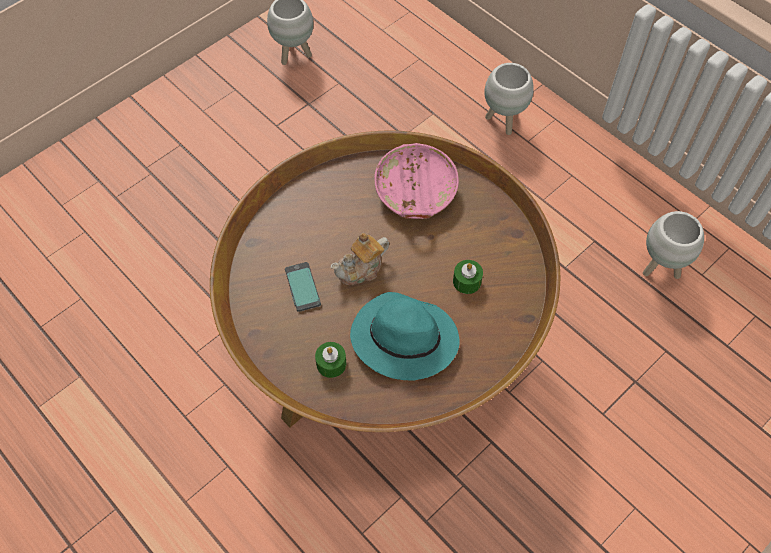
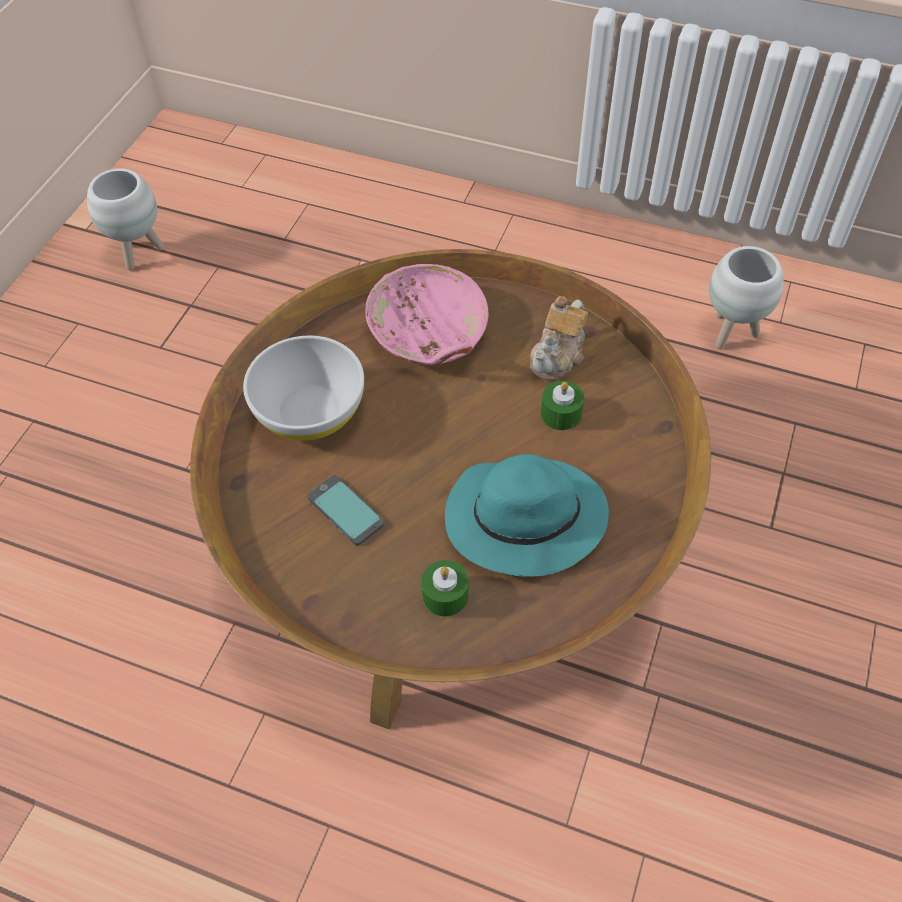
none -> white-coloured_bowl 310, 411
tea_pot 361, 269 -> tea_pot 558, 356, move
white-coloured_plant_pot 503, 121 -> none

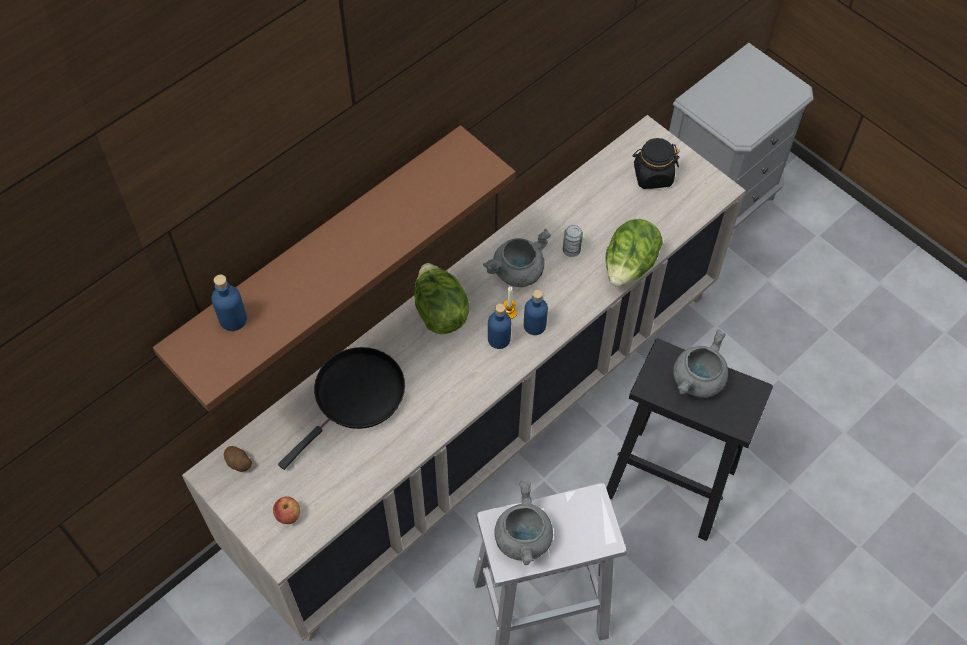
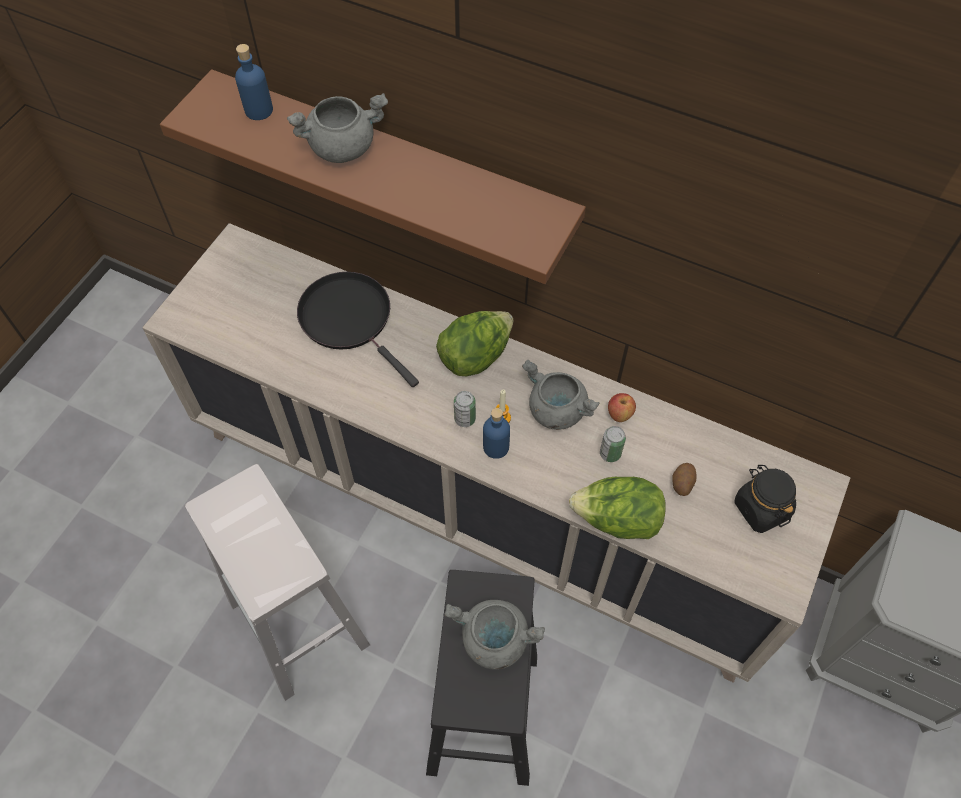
gray_saucepot 522, 538 -> gray_saucepot 343, 147, move
black-coloured_skillet 355, 397 -> black-coloured_skillet 350, 319, 150 degrees counterclockwise
blue-coloured_beverage_bottle 499, 339 -> metal_can 465, 419
apple_fruit 288, 515 -> apple_fruit 619, 414, move
whole_potato 238, 463 -> whole_potato 682, 483, move

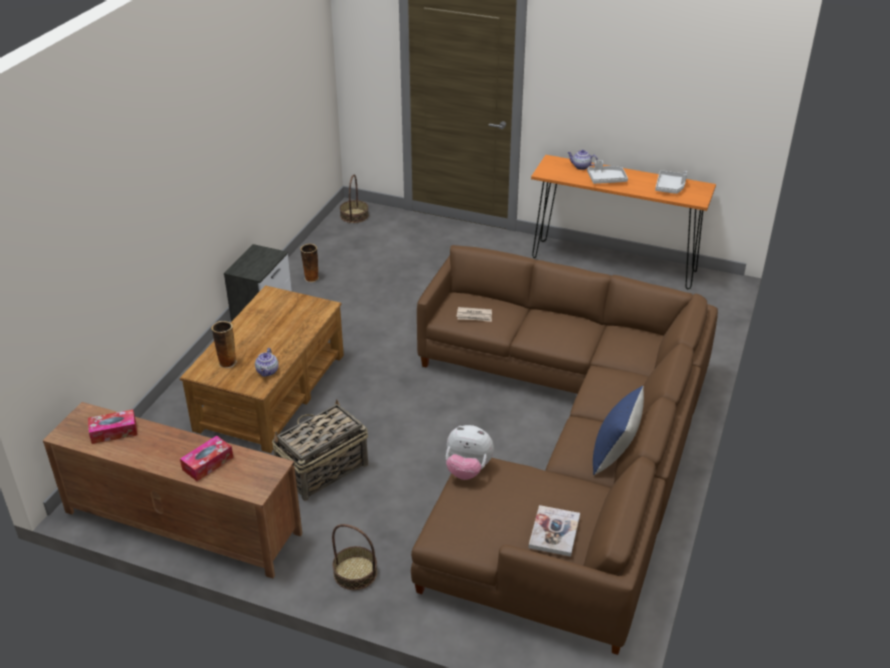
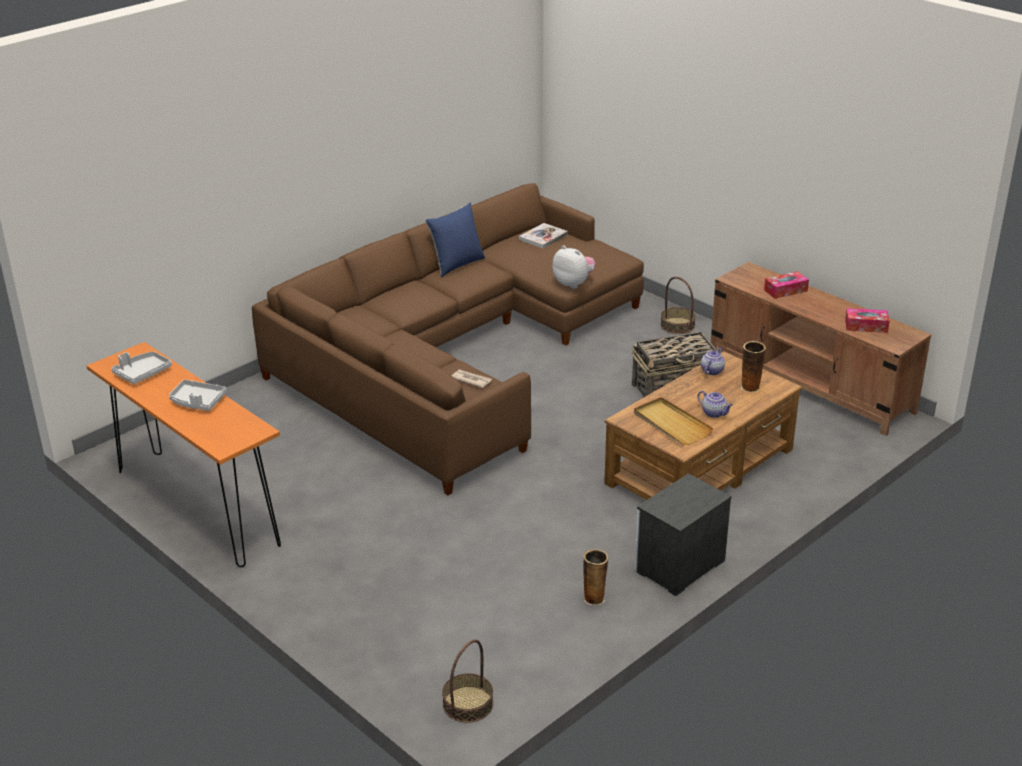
none -> beige_serving_tray 671, 424
tea_pot 581, 167 -> tea_pot 714, 413, move

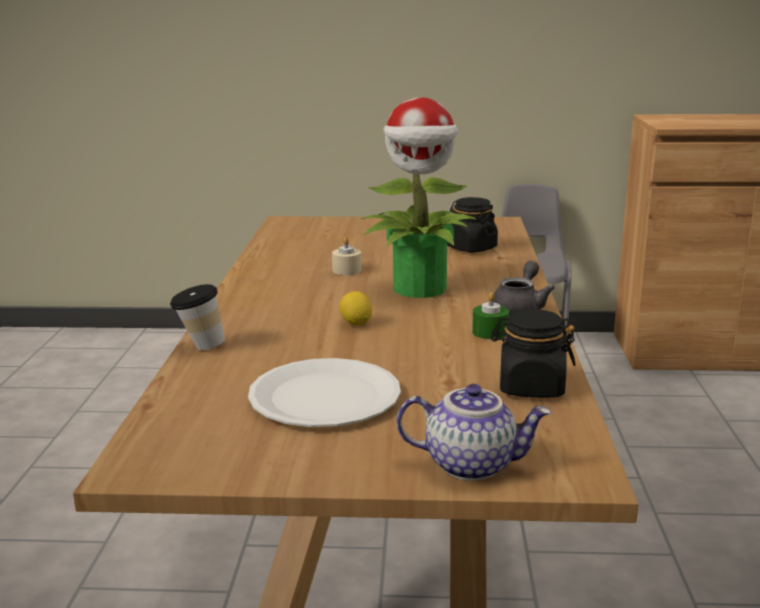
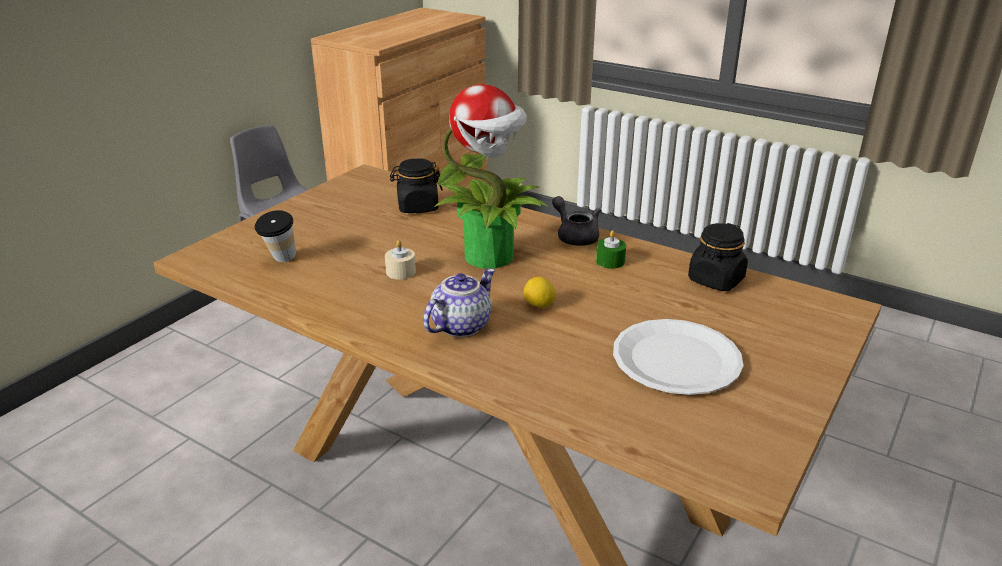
small_cup 200, 347 -> small_cup 280, 260, move
tea_pot 471, 464 -> tea_pot 460, 325, move

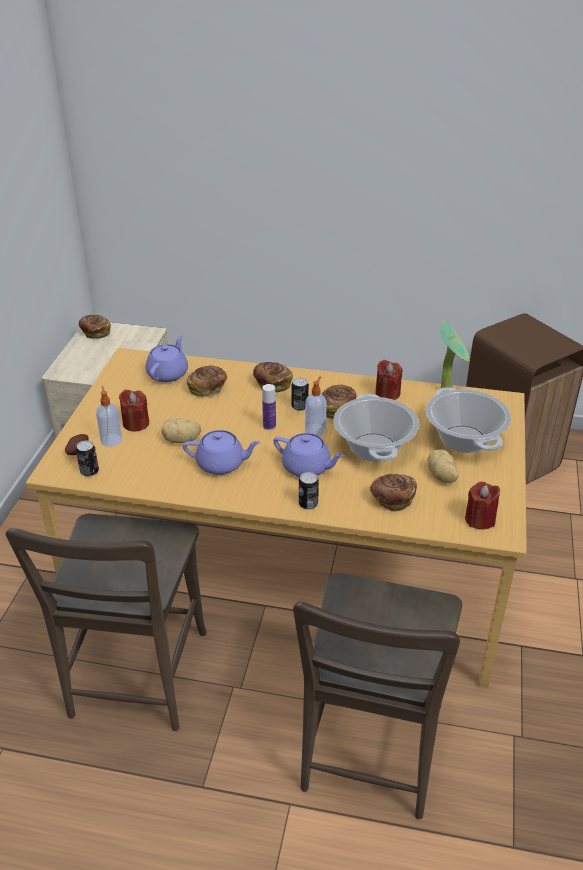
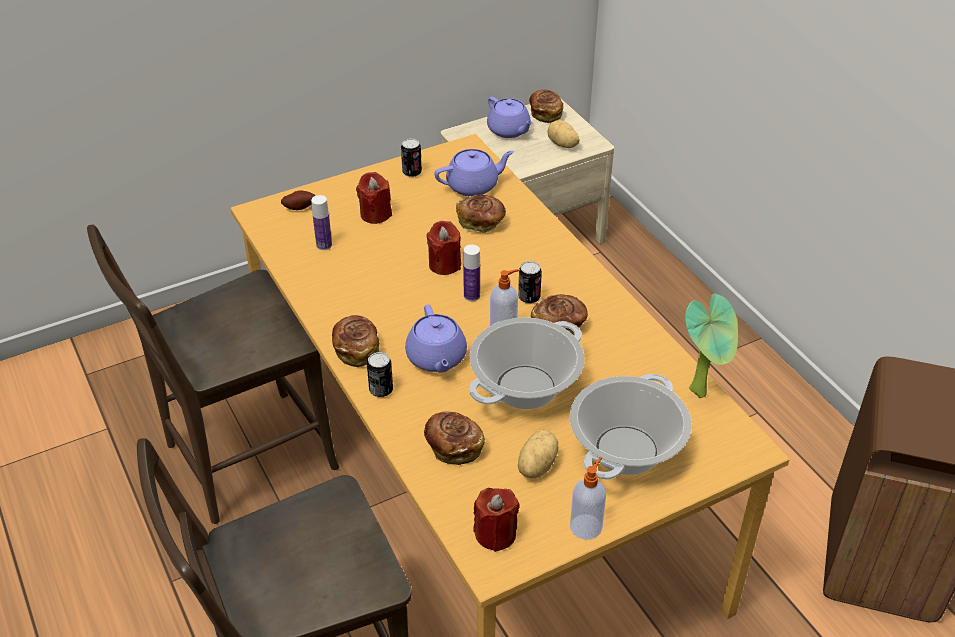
none -> beverage_bottle 324, 245
bread 272, 384 -> bread 356, 350, move
metal_can 89, 471 -> metal_can 412, 172, move
red_candle 387, 393 -> red_candle 444, 264, move
purple_tea_pot 222, 464 -> purple_tea_pot 509, 130, move
whole_potato 182, 440 -> whole_potato 562, 144, move
soap_bottle 111, 440 -> soap_bottle 586, 526, move

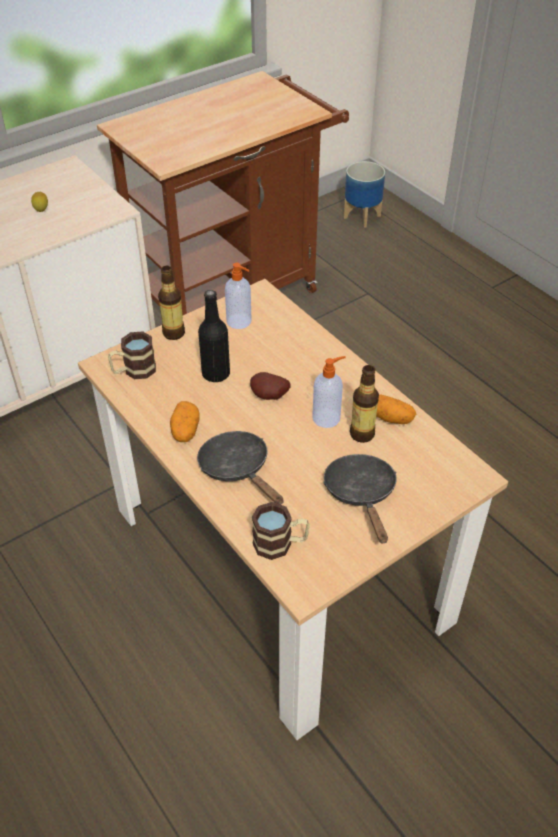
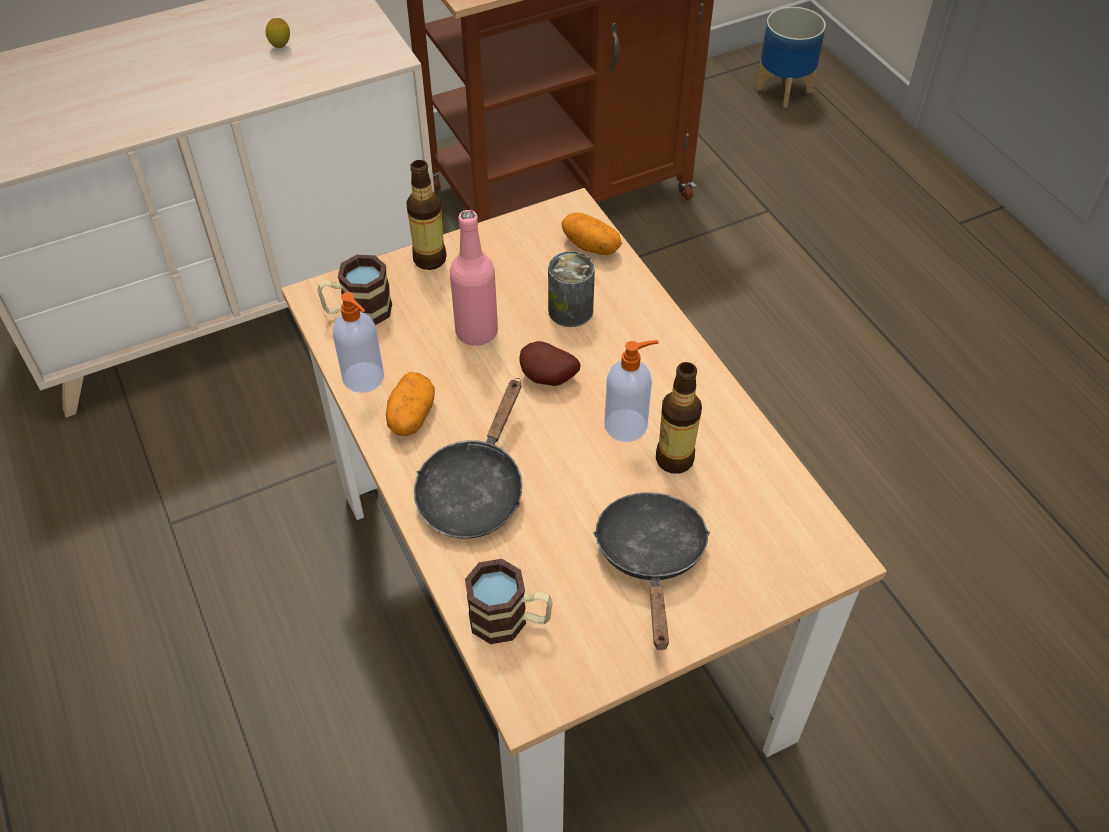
soap_bottle 239, 321 -> soap_bottle 364, 378, move
black-coloured_skillet 238, 469 -> black-coloured_skillet 474, 489, 135 degrees counterclockwise
black-coloured_beverage_bottle 216, 374 -> pink_beverage_bottle 476, 332
none -> metal_can 570, 310
whole_potato 390, 417 -> whole_potato 591, 246, move

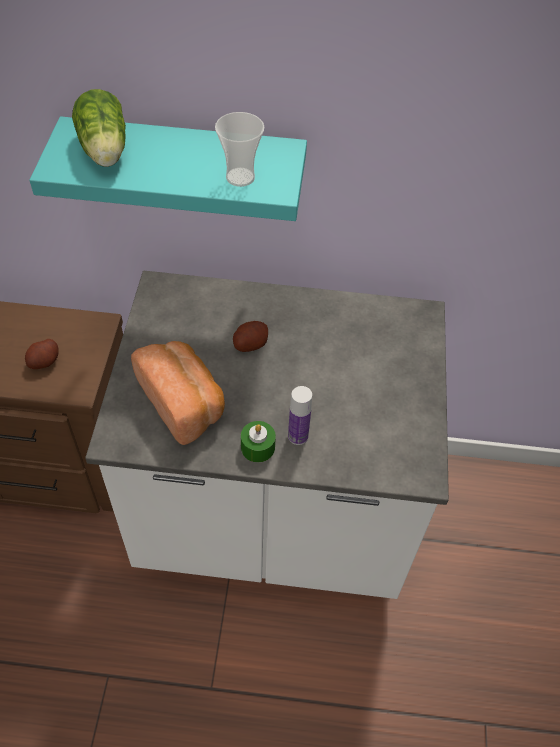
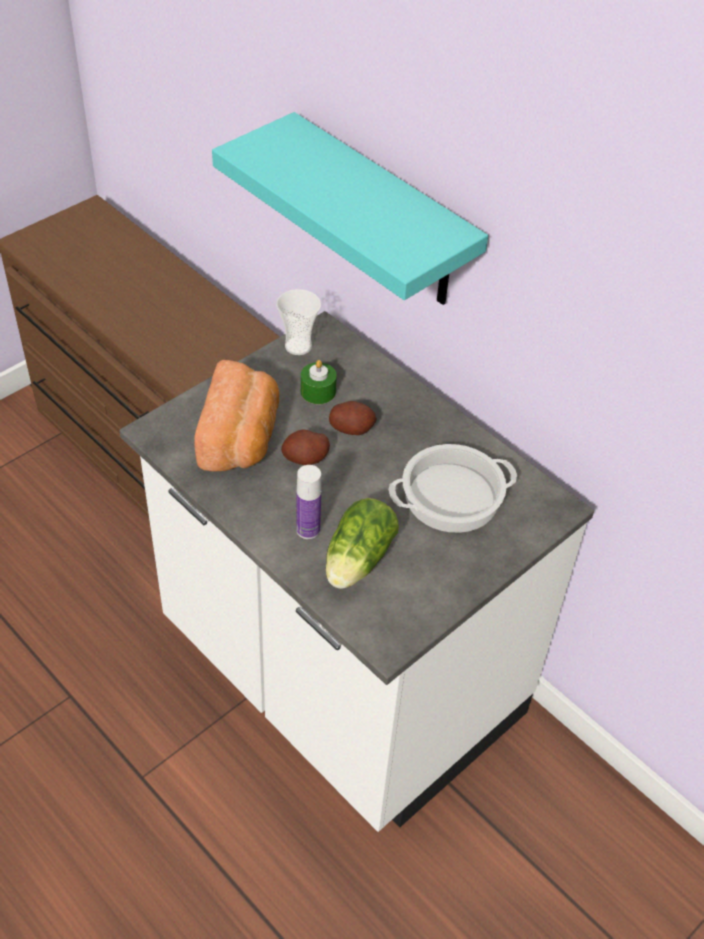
small_cup 240, 177 -> small_cup 298, 346, move
whole_potato 44, 361 -> whole_potato 305, 458, move
greenish_candle 258, 447 -> greenish_candle 318, 391, move
lettuce 105, 151 -> lettuce 356, 562, move
none -> saucepot 452, 495

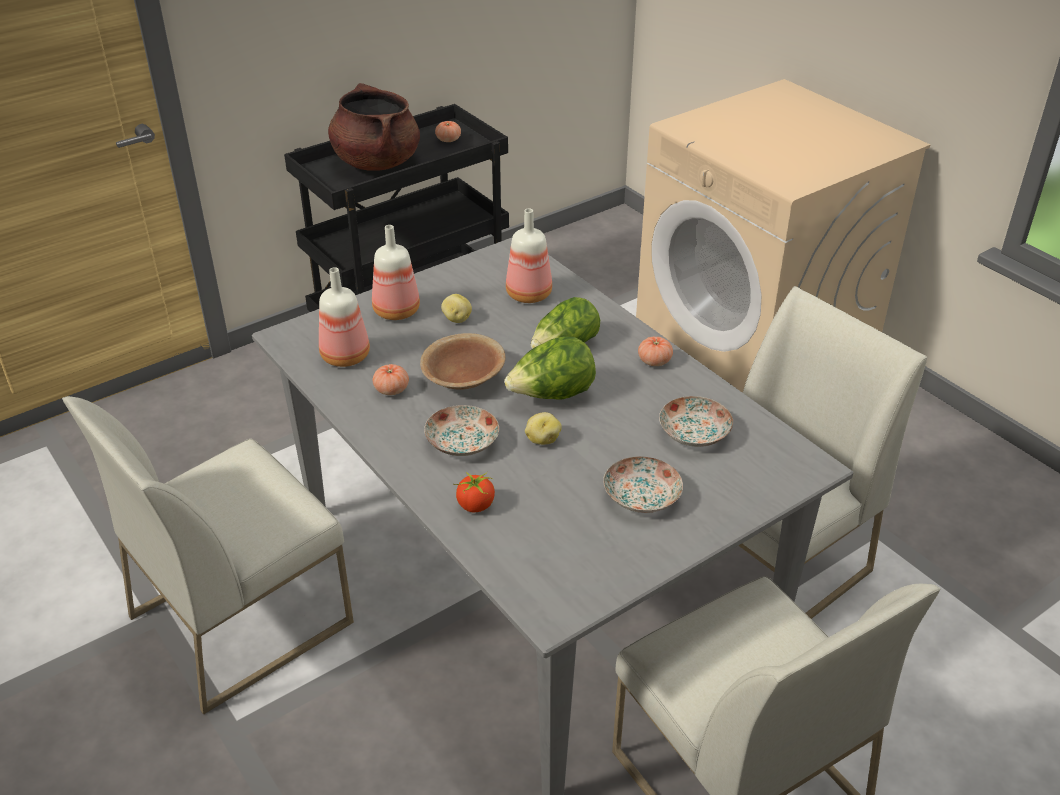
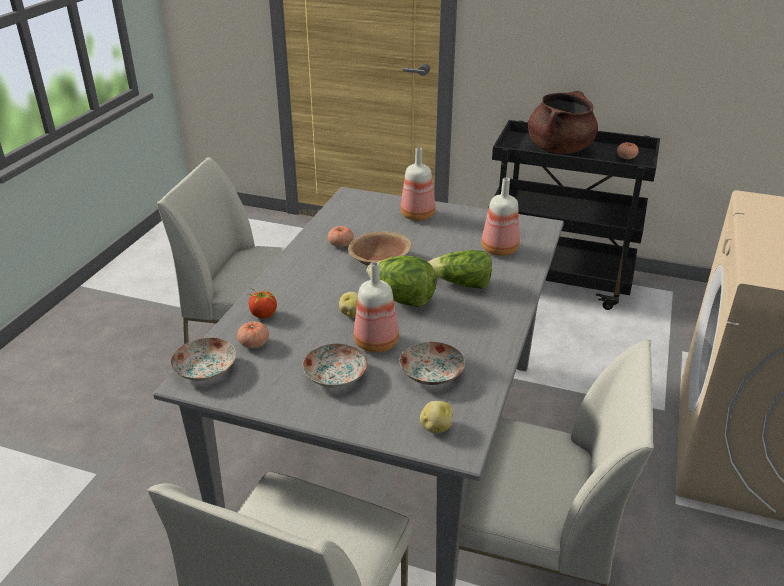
dinner_plate 461, 443 -> dinner_plate 205, 369, move
fresh_tomato 654, 361 -> fresh_tomato 254, 343, move
beverage_bottle 346, 355 -> beverage_bottle 377, 342, move
whole_potato 456, 319 -> whole_potato 436, 427, move

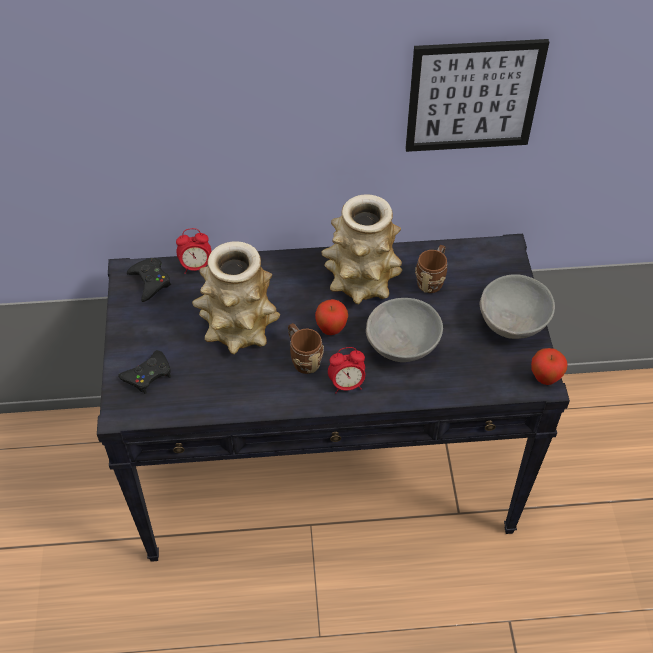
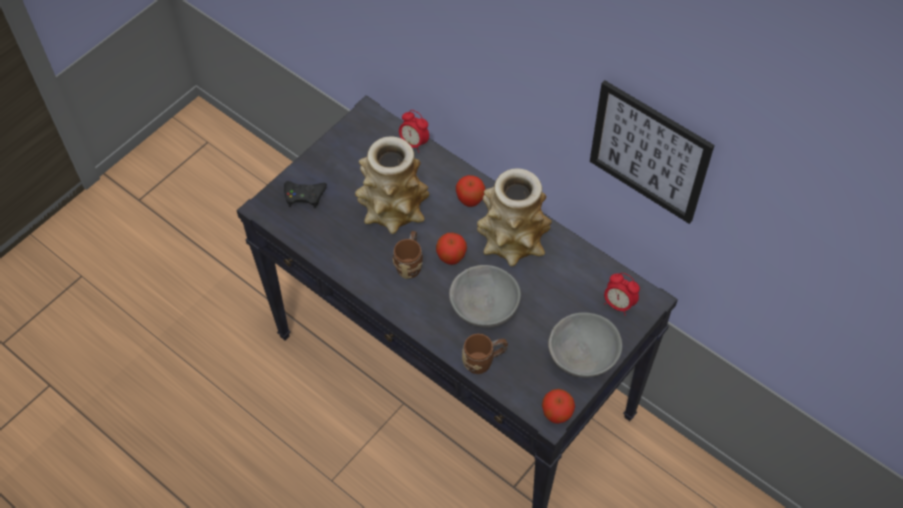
none -> apple_fruit 470, 201
brown-coloured_mug 432, 279 -> brown-coloured_mug 484, 361, move
alarm_clock 347, 384 -> alarm_clock 618, 304, move
black-coloured_gamepad 150, 282 -> none

